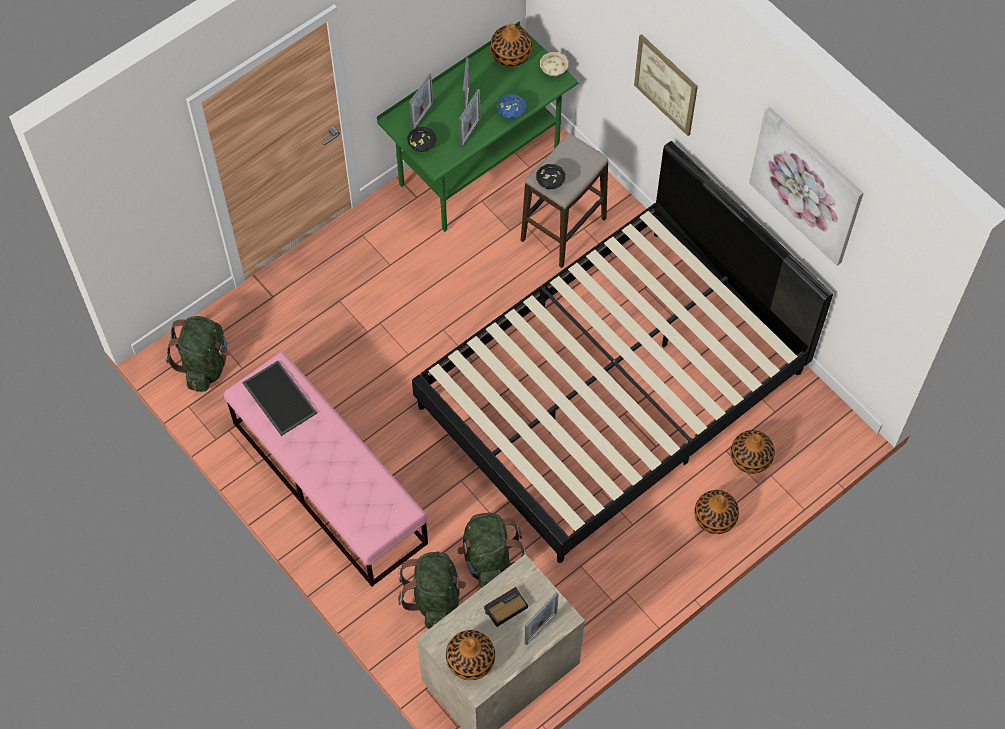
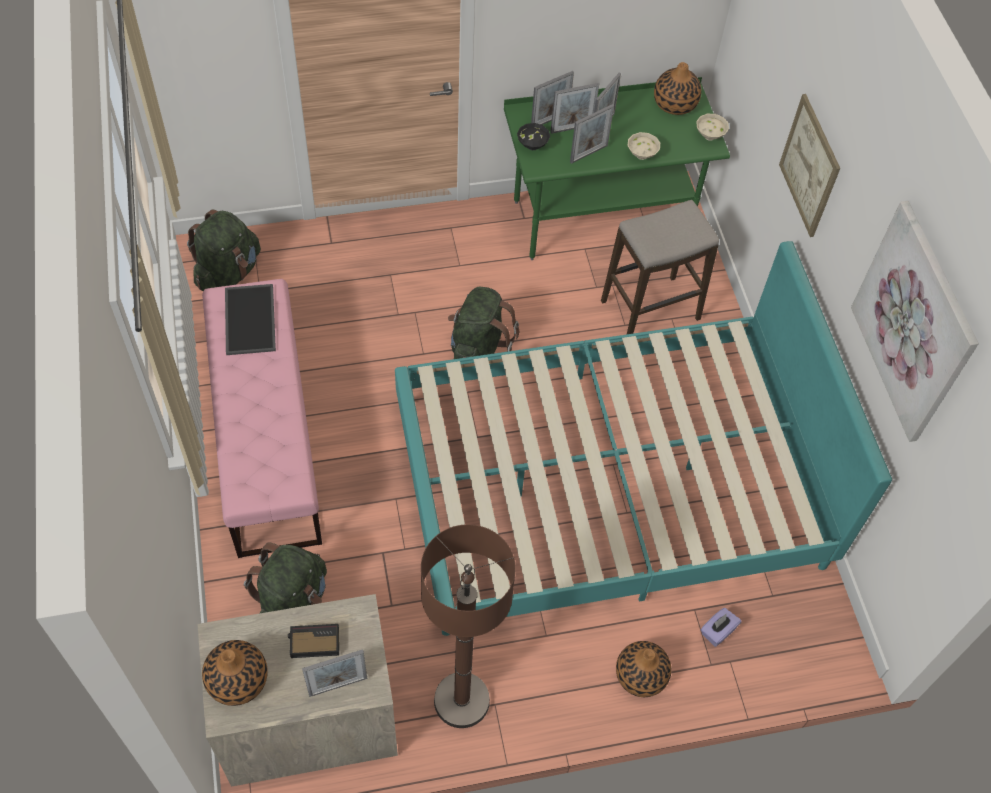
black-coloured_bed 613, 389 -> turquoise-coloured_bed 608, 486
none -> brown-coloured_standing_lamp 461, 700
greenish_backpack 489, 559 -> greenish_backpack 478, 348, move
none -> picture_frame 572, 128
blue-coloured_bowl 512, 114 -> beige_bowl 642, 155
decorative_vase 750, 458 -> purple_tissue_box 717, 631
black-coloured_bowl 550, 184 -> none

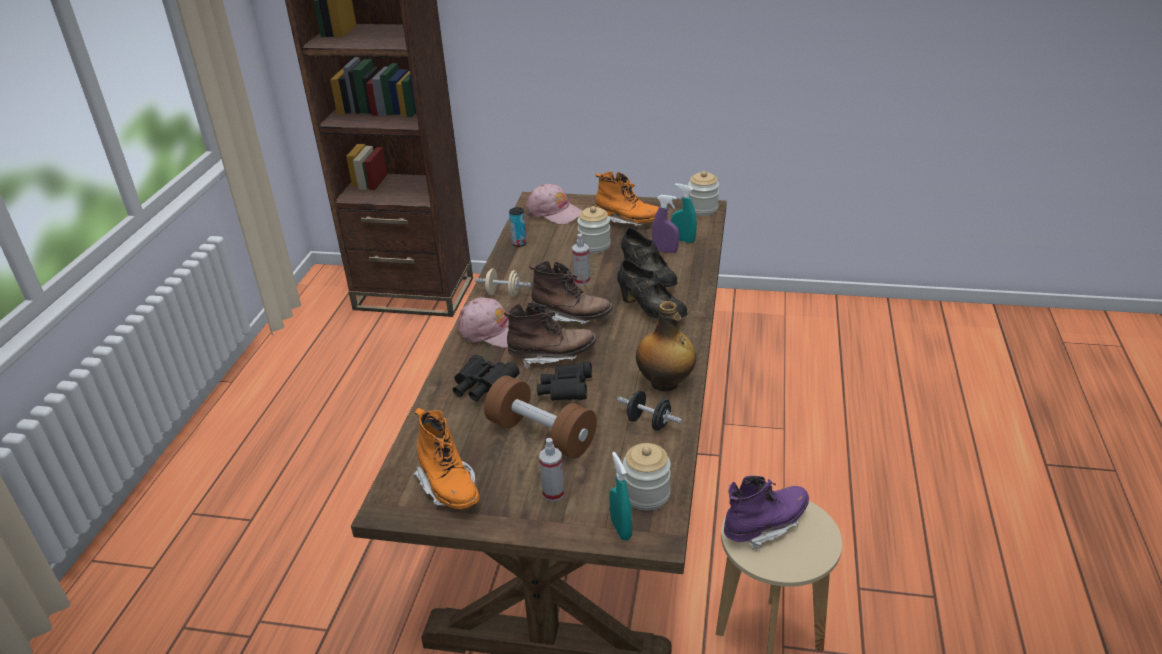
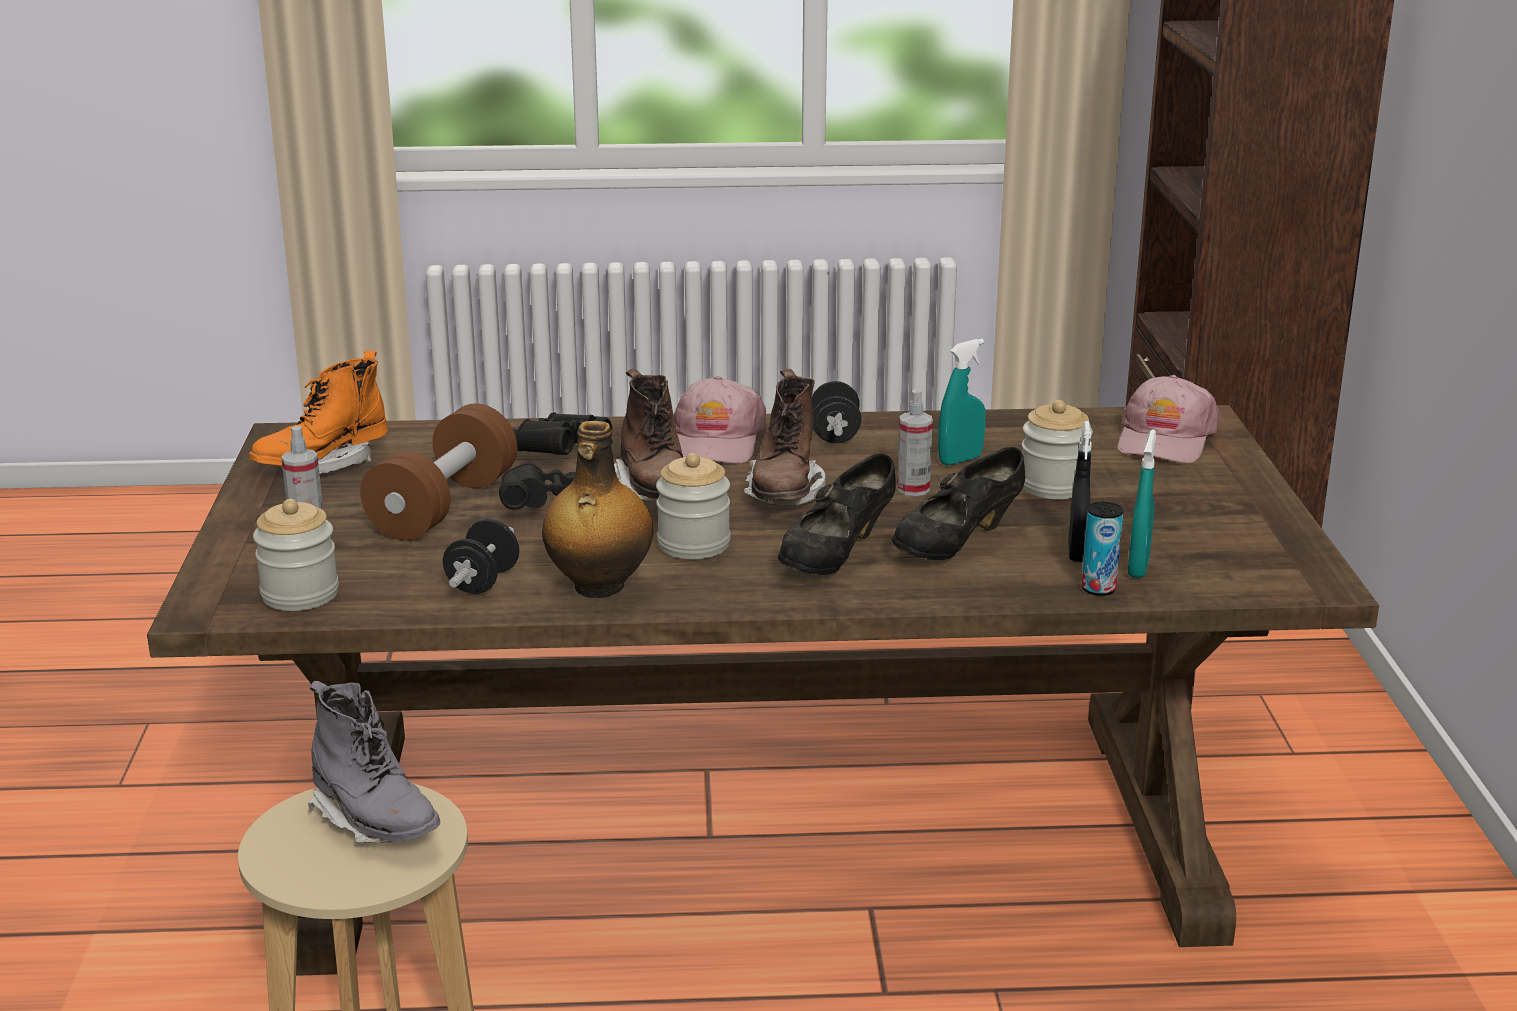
purple_high-top_boot 765, 526 -> gray_high-top_boot 376, 822
storage_jar 702, 209 -> storage_jar 694, 545, move
beige_dumbbell 503, 294 -> black-coloured_dumbbell 835, 435
turquoise-coloured_sprayer 621, 529 -> turquoise-coloured_sprayer 960, 460, move
purple_sprayer 665, 251 -> black-coloured_sprayer 1077, 553
metal_can 519, 243 -> metal_can 1098, 589, move
orangey_high-top_boot 628, 221 -> none

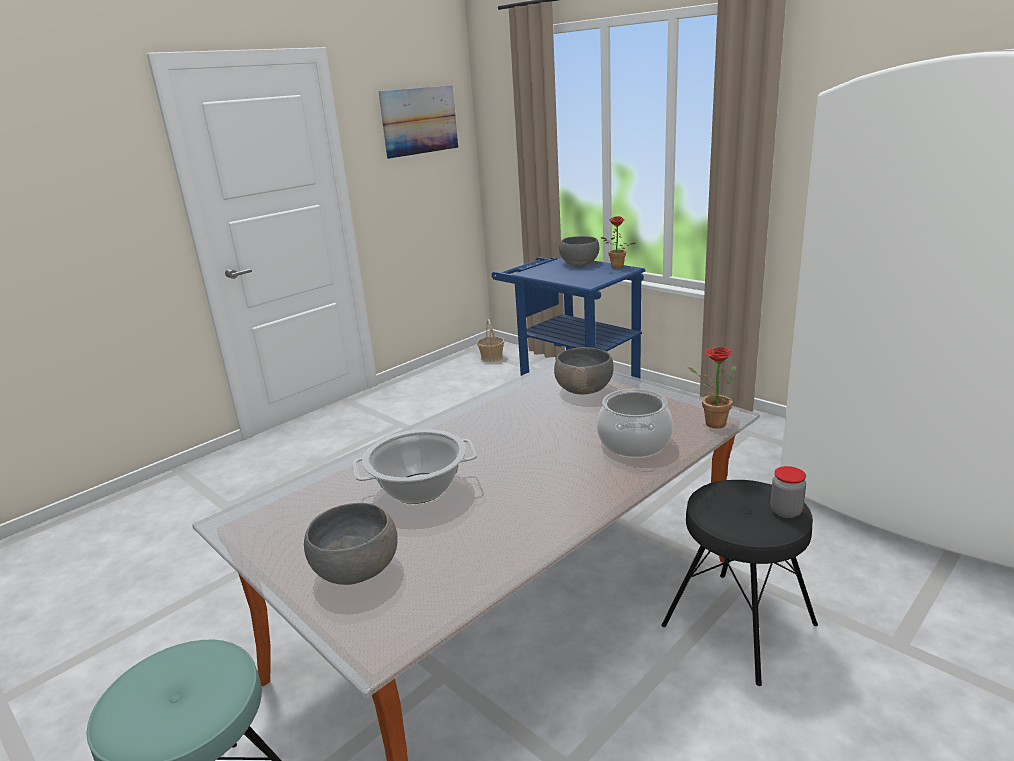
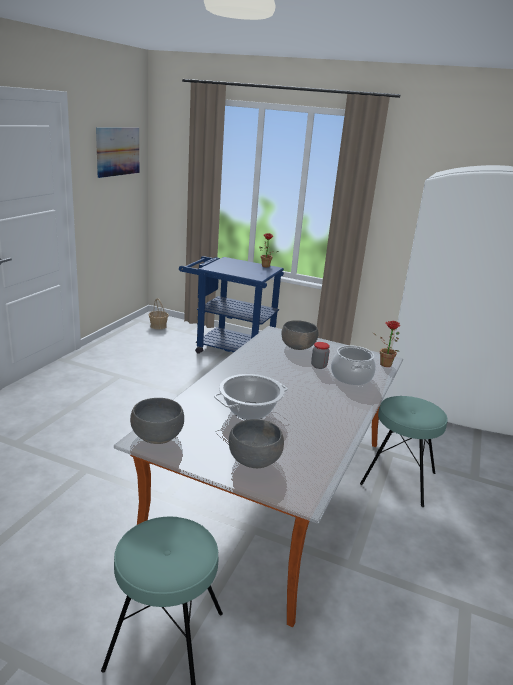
gray_bowl 579, 263 -> gray_bowl 157, 436, move
storage_jar 786, 511 -> storage_jar 318, 366, move
black-coloured_stool 738, 625 -> turquoise-coloured_stool 398, 478

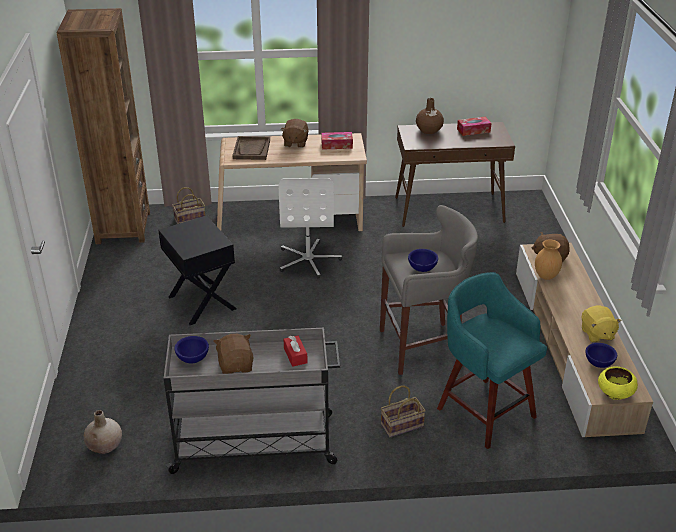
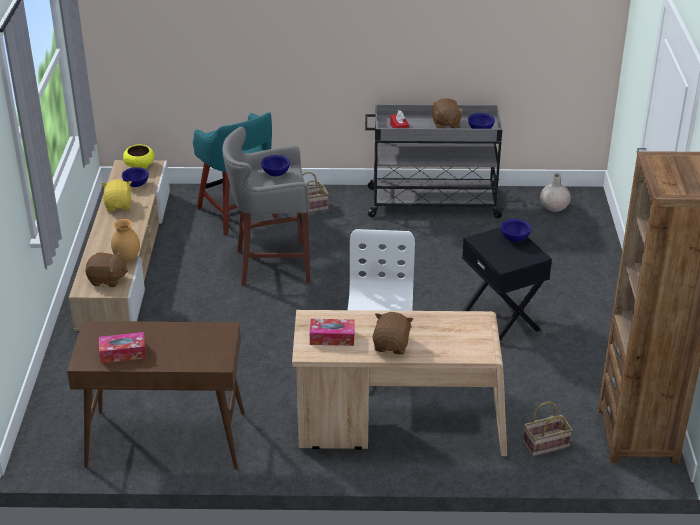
none -> blue-coloured_bowl 514, 239
brown-coloured_serving_tray 251, 149 -> none
brown-coloured_decorative_vase 428, 130 -> none

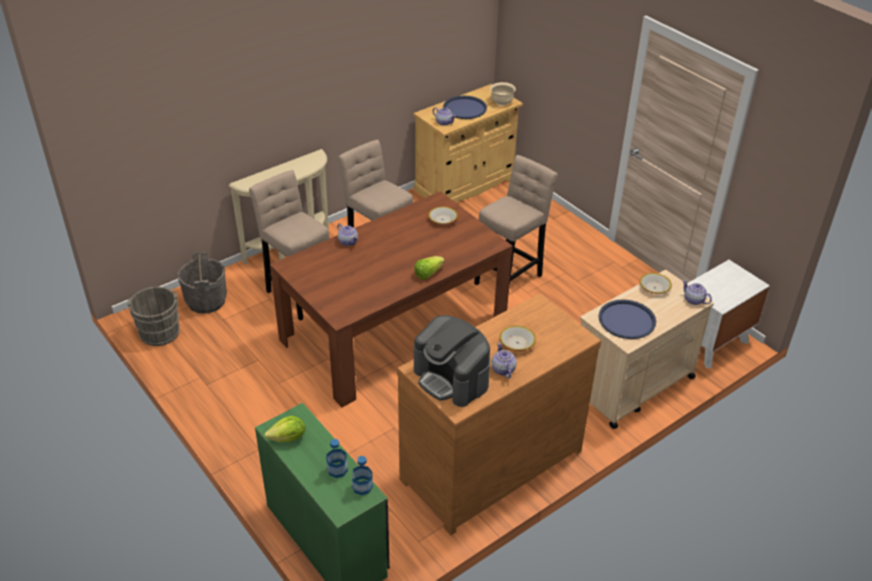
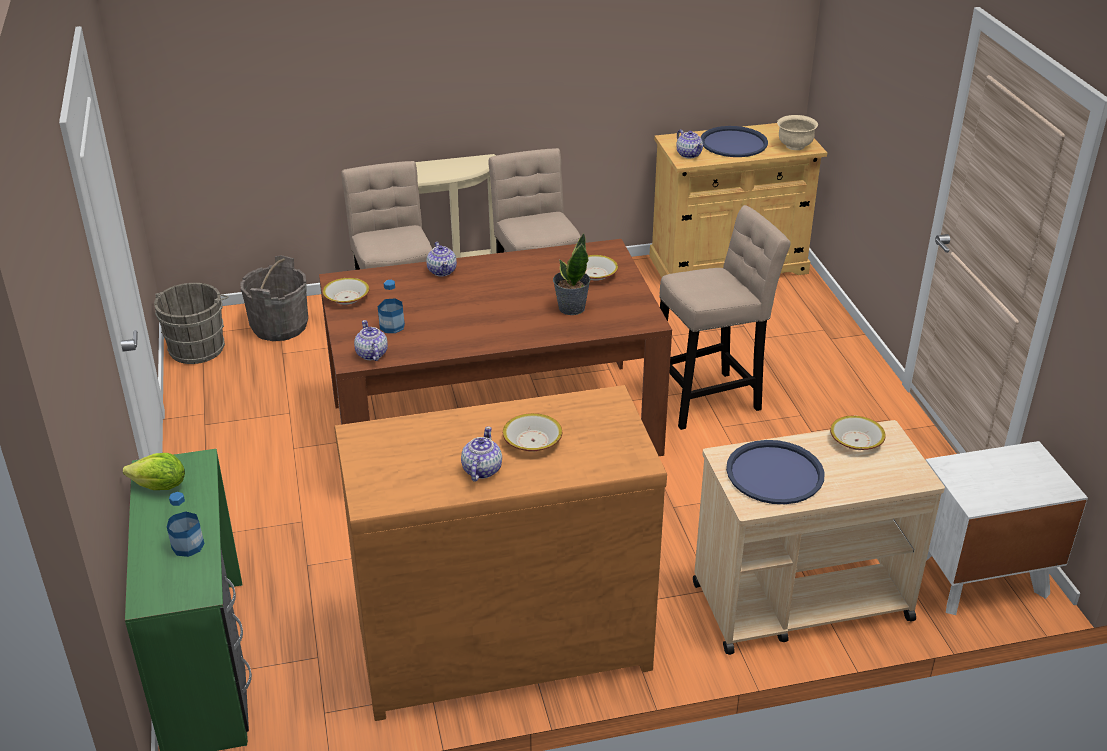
none -> bowl 346, 298
tea_pot 694, 300 -> tea_pot 371, 354, move
beverage_bottle 362, 486 -> beverage_bottle 392, 326, move
none -> plant_in_a_pot 571, 308
lettuce 428, 273 -> none
coffee_brewer 451, 378 -> none

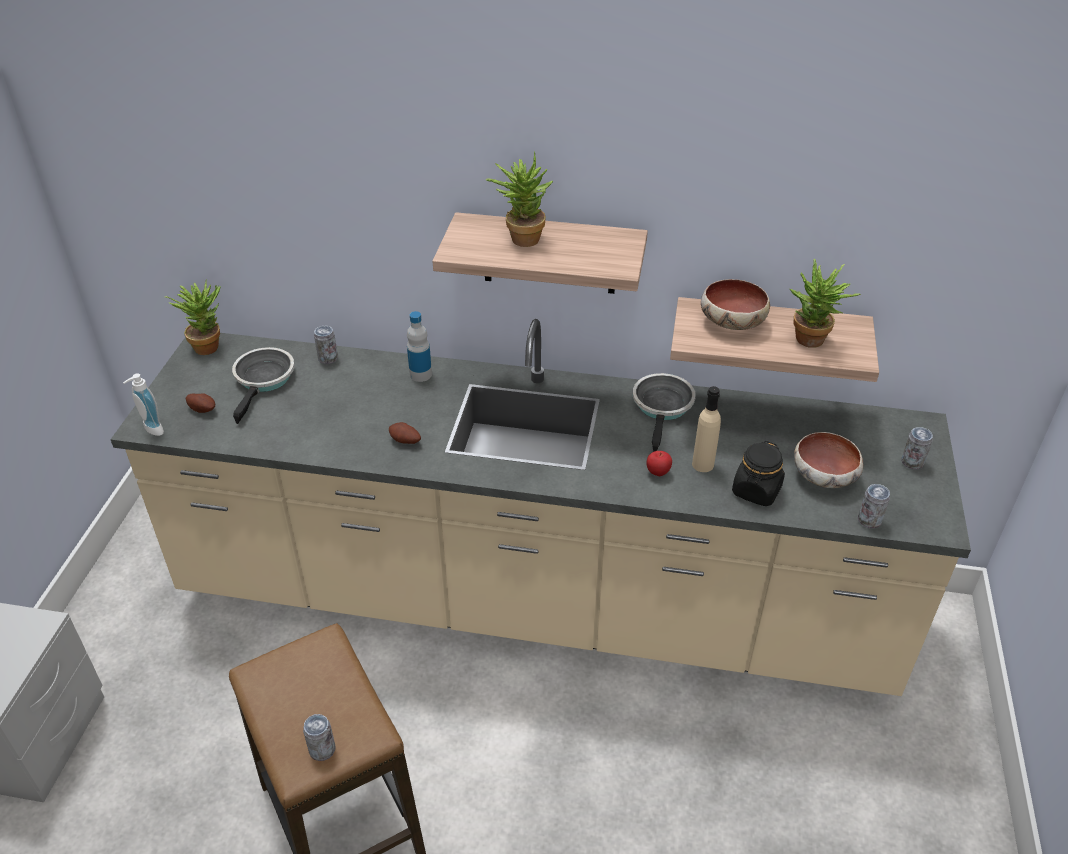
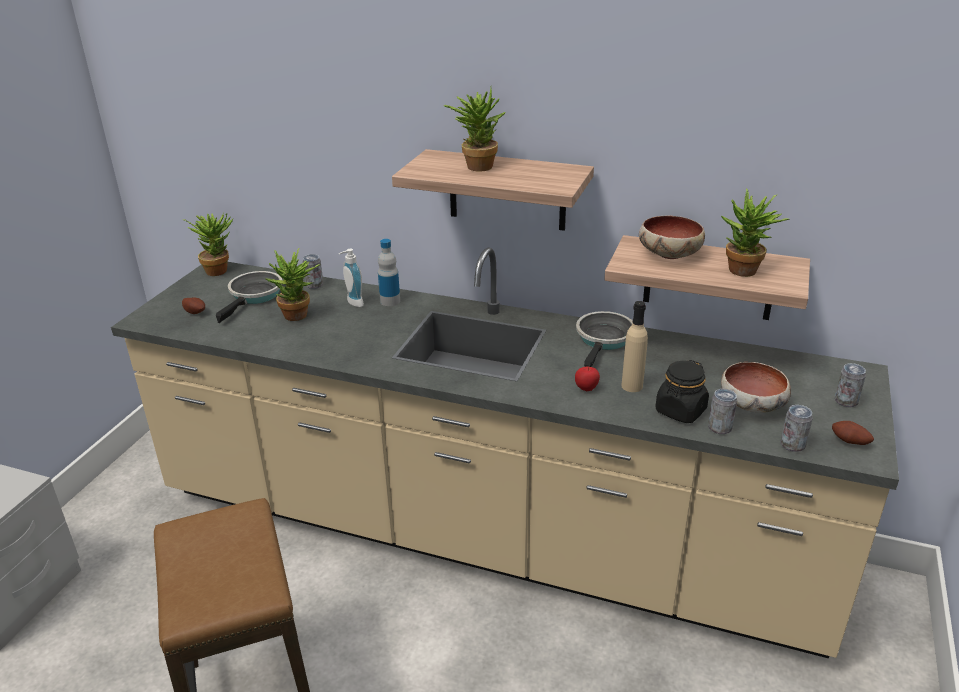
none -> plant_in_a_pot 298, 317
soap_bottle 151, 430 -> soap_bottle 352, 303, move
metal_can 322, 750 -> metal_can 719, 428, move
whole_potato 405, 441 -> whole_potato 849, 442, move

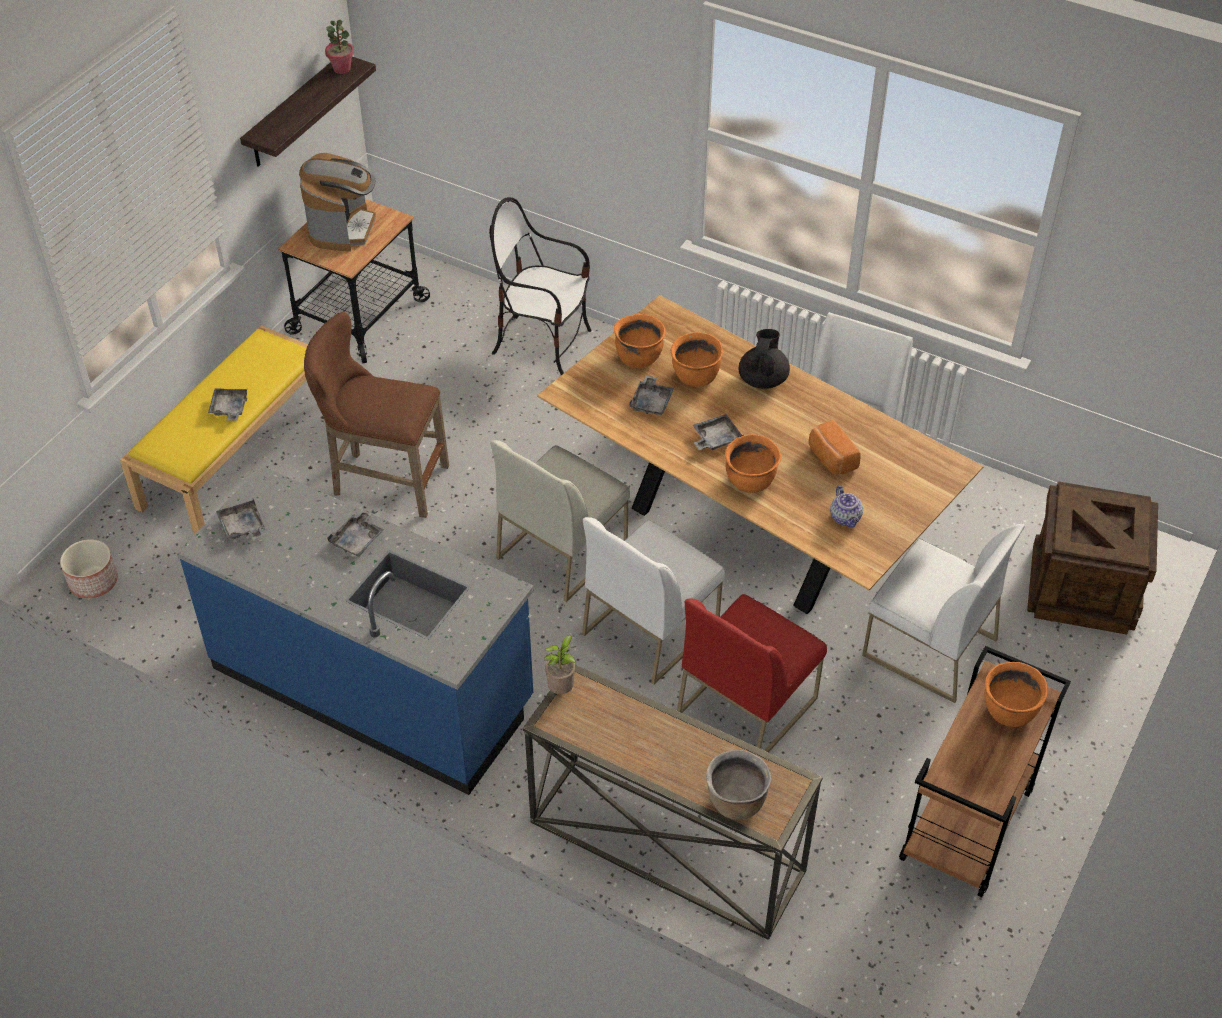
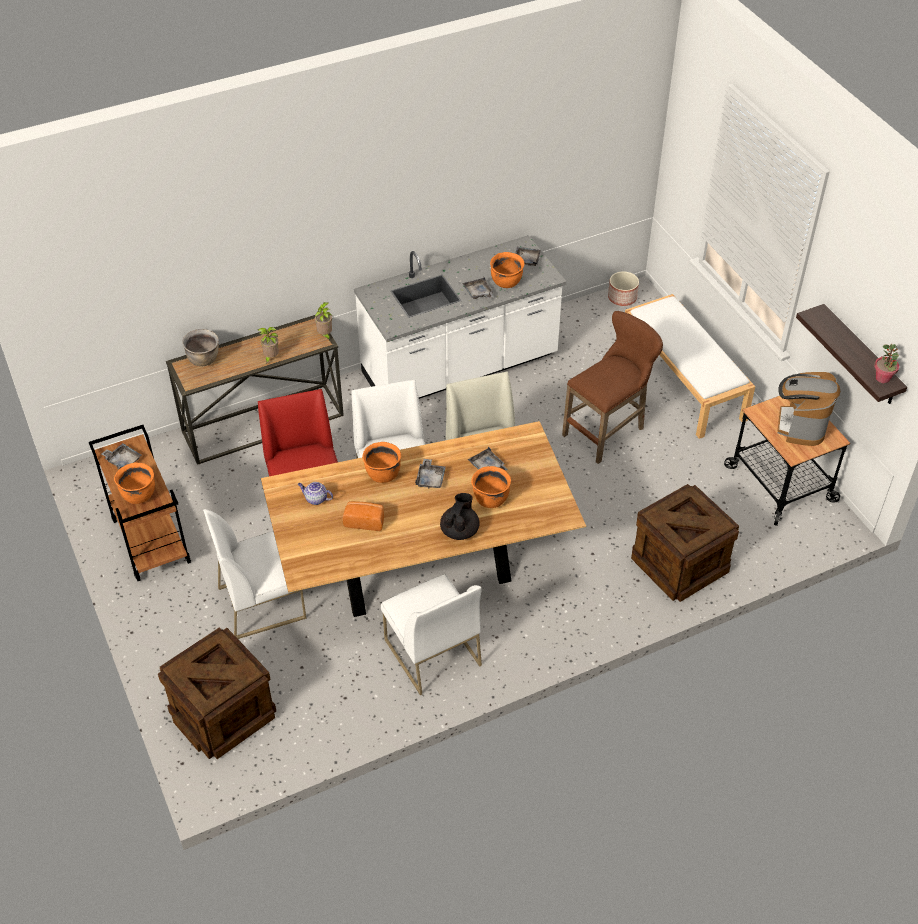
gray_serving_tray 229, 409 -> gray_serving_tray 123, 460, move
none -> plant_in_a_pot 270, 358
blue-coloured_kitchen_base_unit 373, 684 -> white-coloured_kitchen_base_unit 460, 367
black-coloured_tea_pot 763, 379 -> black-coloured_tea_pot 460, 530, 120 degrees counterclockwise
orangey_saucepot 638, 358 -> orangey_saucepot 506, 282, move
yellowish_bench 238, 452 -> white-coloured_bench 683, 381
plain_chair 543, 344 -> shipping_crate 680, 564
coffee_brewer 343, 228 -> coffee_brewer 800, 425, 60 degrees clockwise

